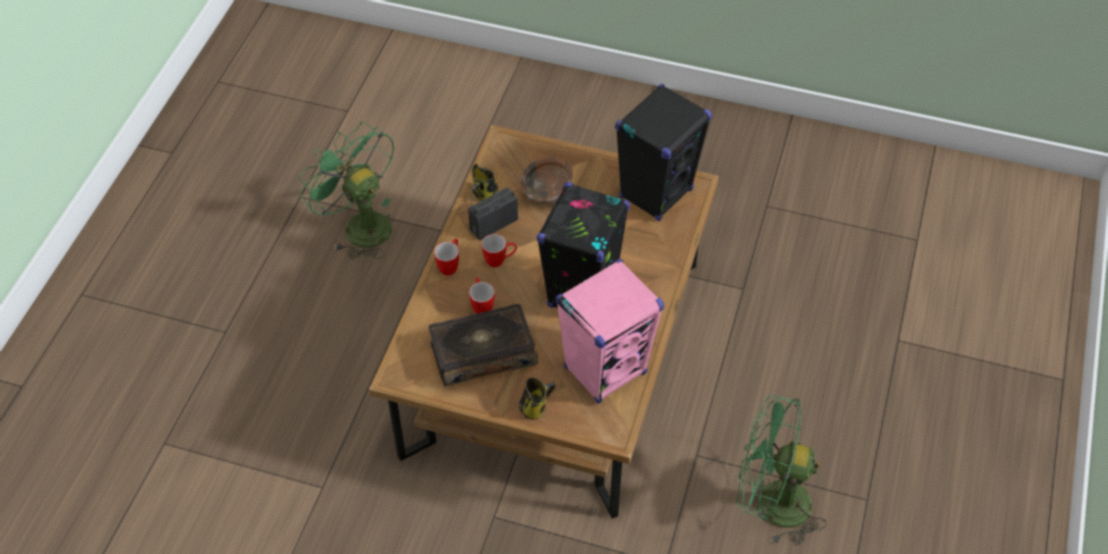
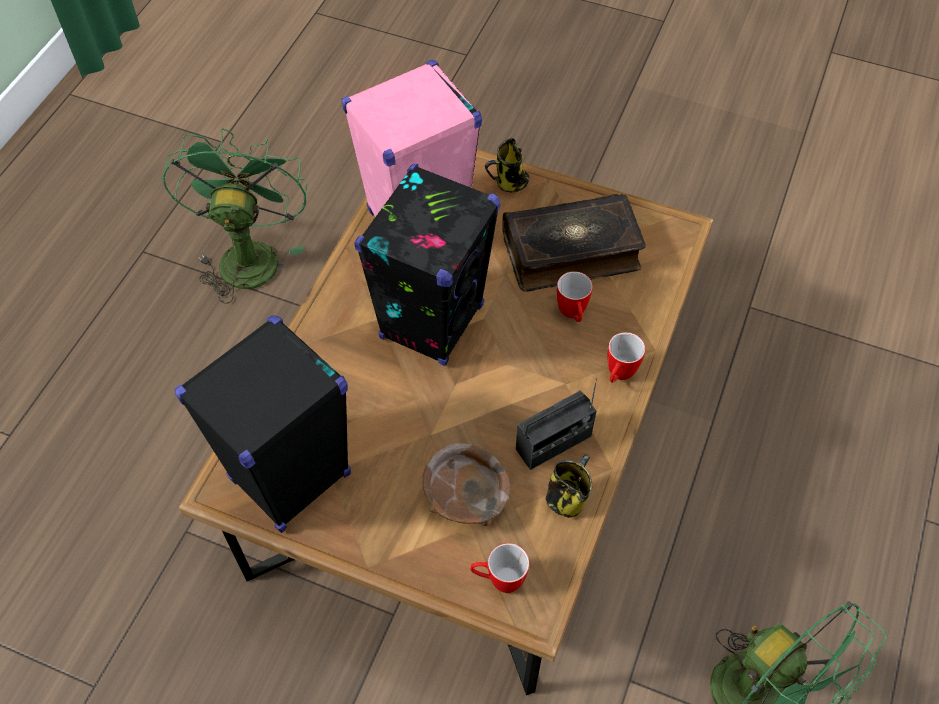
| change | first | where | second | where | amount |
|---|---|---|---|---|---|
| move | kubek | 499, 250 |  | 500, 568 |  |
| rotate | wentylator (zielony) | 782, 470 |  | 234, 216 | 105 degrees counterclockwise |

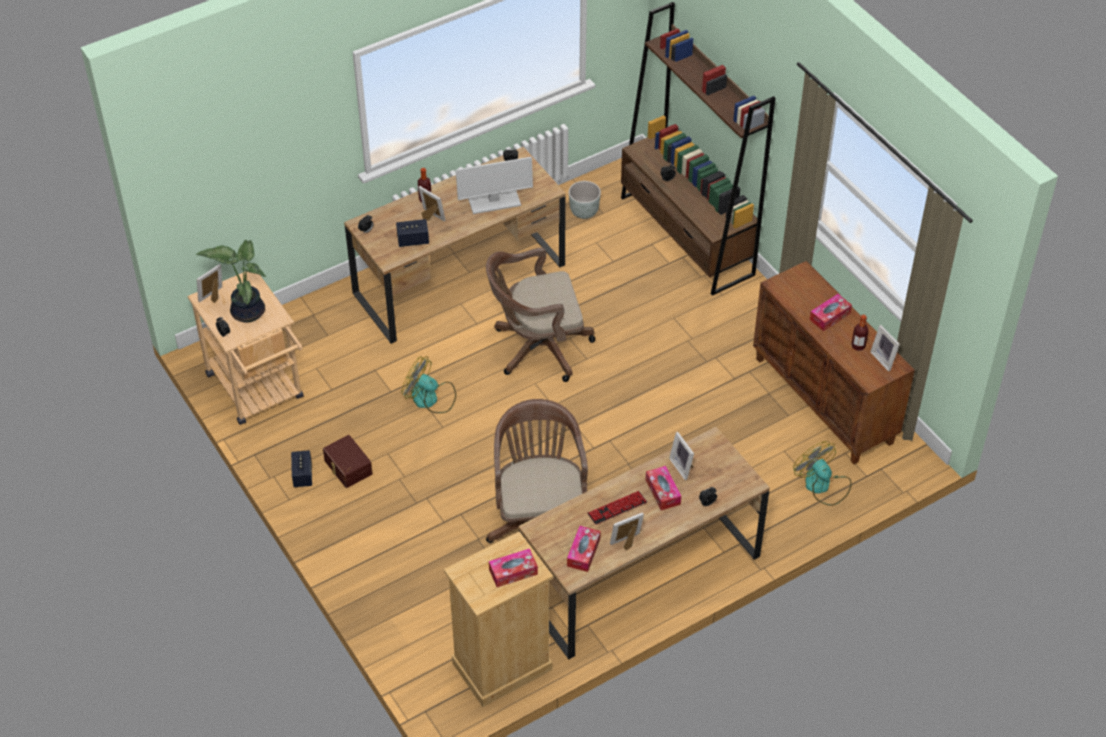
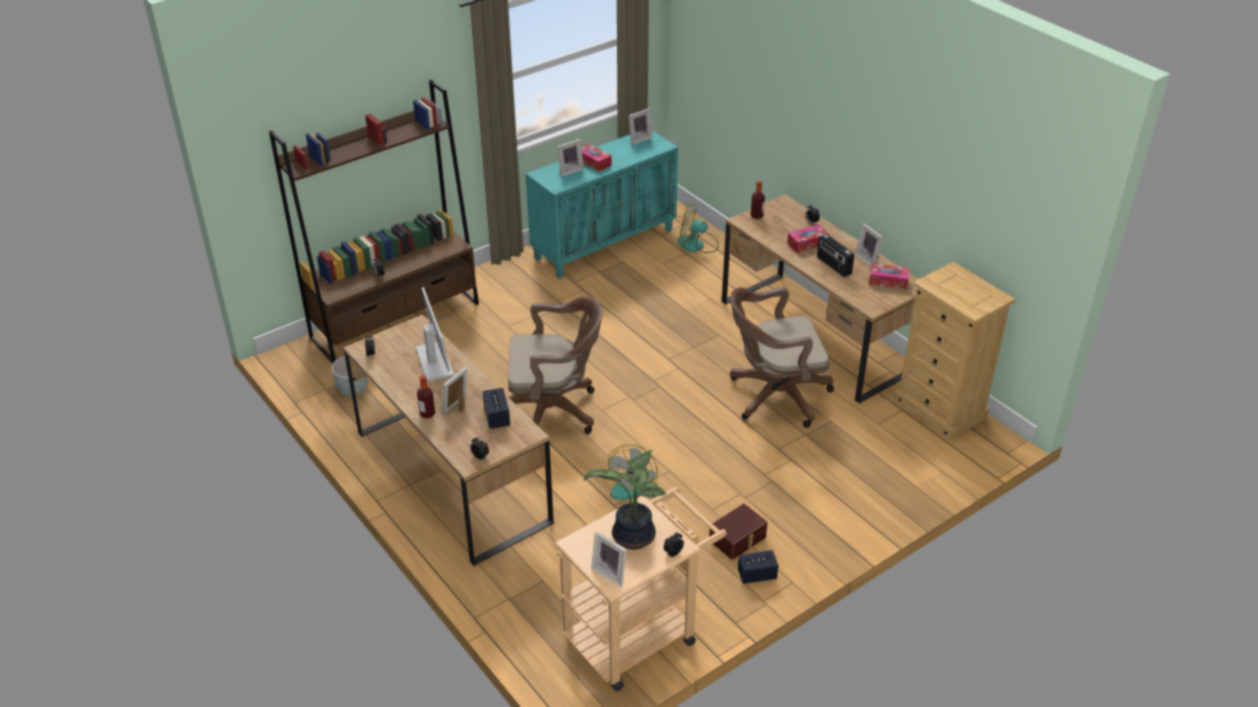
| change | first | where | second | where | amount |
|---|---|---|---|---|---|
| rotate | krzesło biurowe (brązowy) | 541, 314 |  | 555, 365 | 75 degrees counterclockwise |
| delete | pudełko chusteczek | 513, 567 |  |  |  |
| replace | klawiatura | 617, 508 | radio | 835, 255 |  |
| move | ramka na zdjęcie | 681, 456 |  | 570, 158 |  |
| recolor | szafka (brązowy) | 834, 362 | szafka (turkusowy) | 602, 205 |  |
| rotate | wentylator | 822, 473 |  | 698, 228 | 45 degrees clockwise |
| move | butelka | 860, 333 |  | 758, 200 |  |

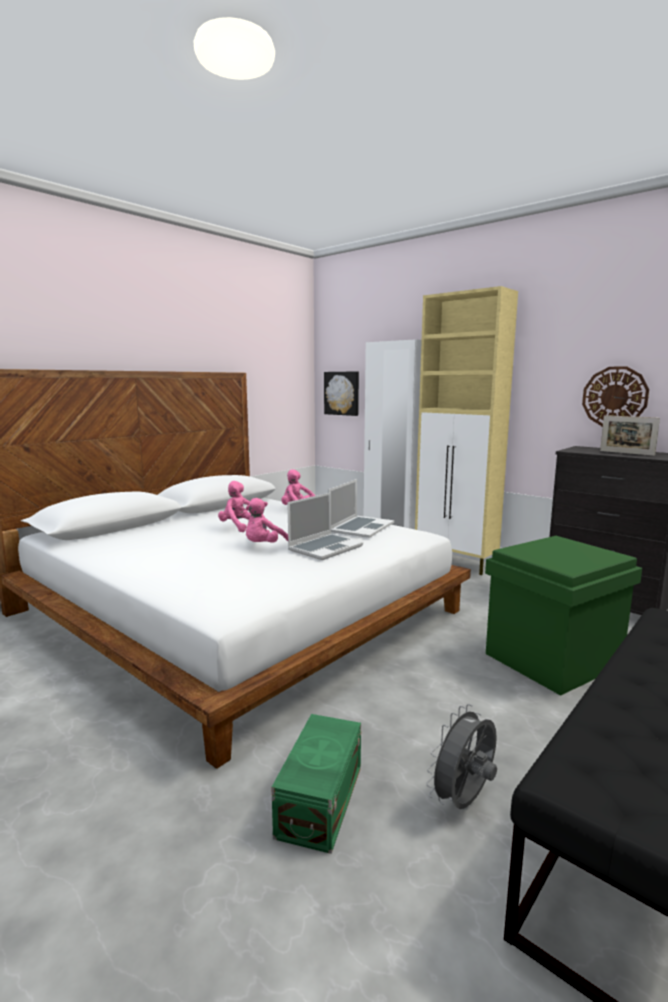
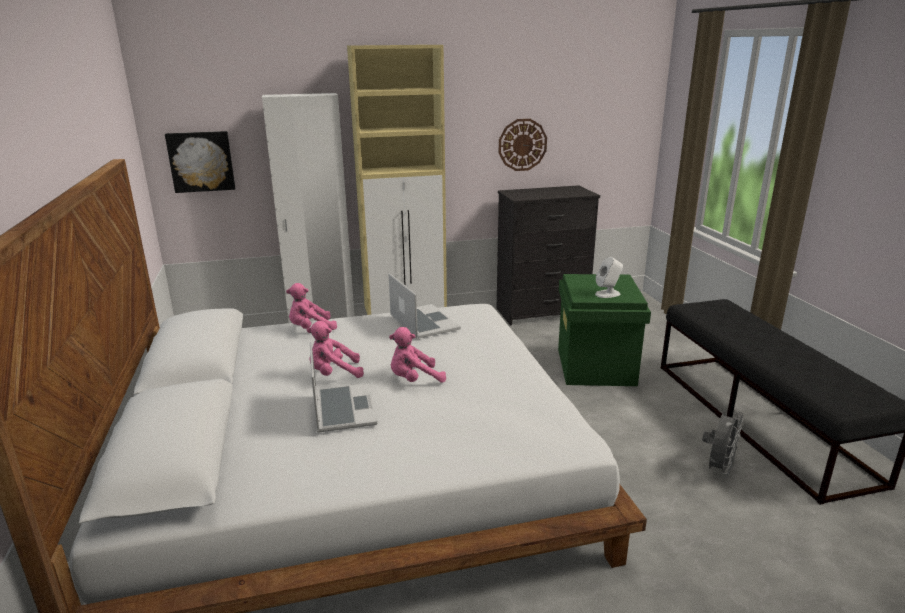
| change | first | where | second | where | amount |
|---|---|---|---|---|---|
| rotate | pluszak (różowy) | 267, 520 |  | 417, 355 | 90 degrees clockwise |
| delete | pojemnik do przechowywania (zielony) | 316, 784 |  |  |  |
| move | laptop | 325, 526 |  | 343, 387 |  |
| rotate | wentylator (szary) | 461, 756 |  | 722, 444 | 135 degrees counterclockwise |
| delete | ramka na zdjęcie | 630, 435 |  |  |  |
| insert |  |  | głośnik (biały) | 609, 277 |  |

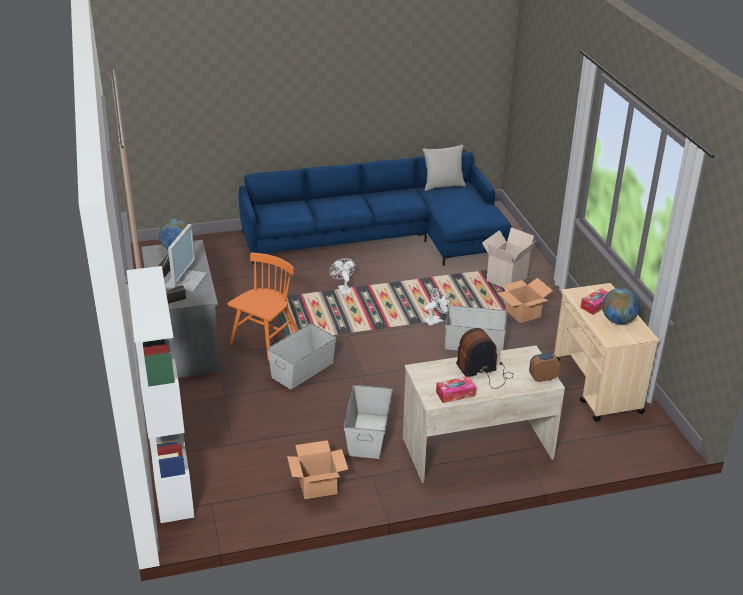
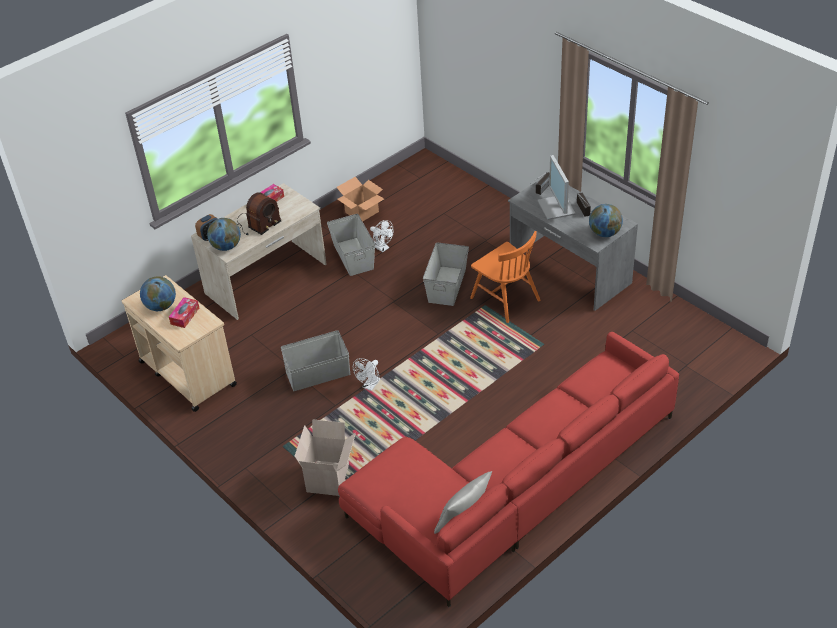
| change | first | where | second | where | amount |
|---|---|---|---|---|---|
| delete | regał (biały) | 160, 394 |  |  |  |
| rotate | krzesło (pomarańczowy) | 263, 307 |  | 505, 277 | 45 degrees counterclockwise |
| recolor | kanapa (niebieski) | 375, 209 | kanapa (czerwony) | 508, 469 |  |
| move | wentylator (biały) | 342, 276 |  | 381, 236 |  |
| delete | karton | 525, 300 |  |  |  |
| insert |  |  | globus | 224, 234 |  |

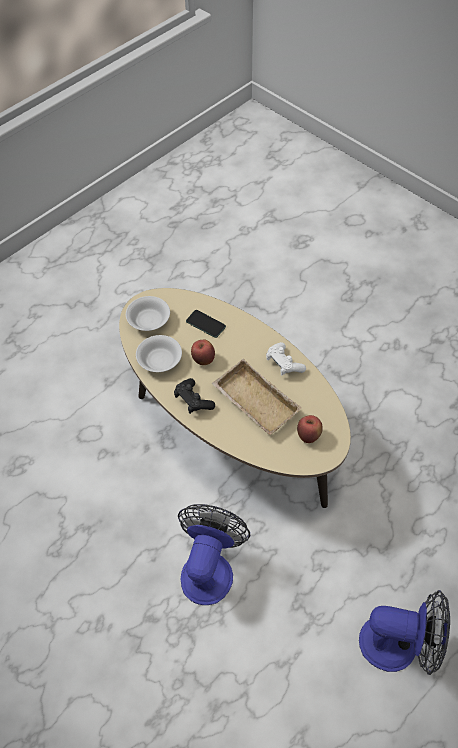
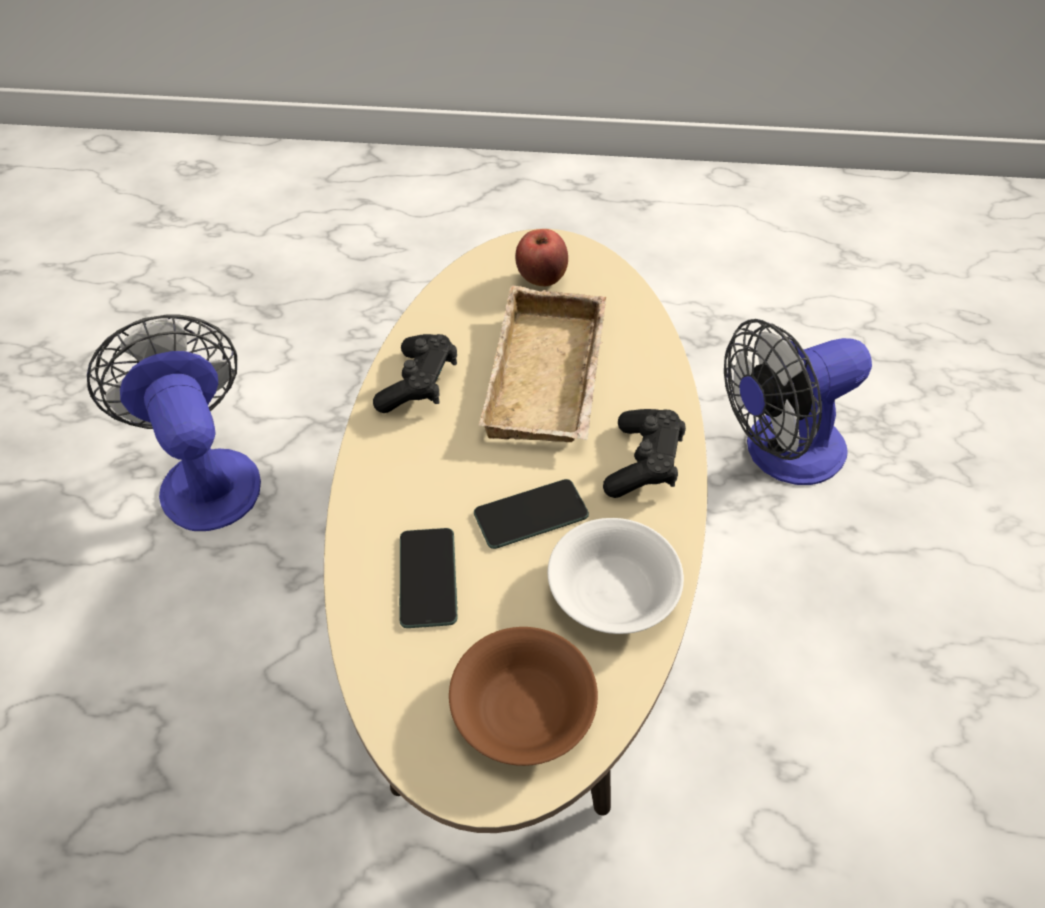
| change | first | where | second | where | amount |
|---|---|---|---|---|---|
| recolor | miska (biały) | 148, 313 | miska (brązowy) | 523, 696 |  |
| replace | jabłko | 203, 352 | telefon | 531, 514 |  |
| recolor | pad do gier (biały) | 286, 359 | pad do gier (czarny) | 415, 373 |  |
| move | wentylator | 404, 632 |  | 174, 422 |  |

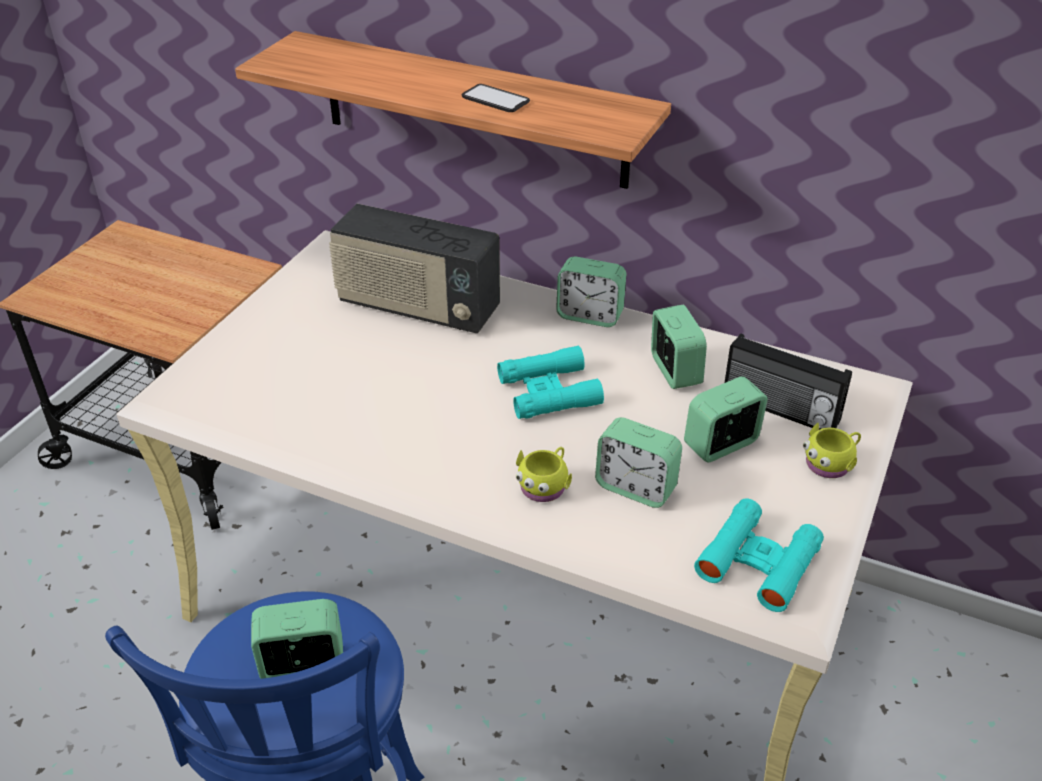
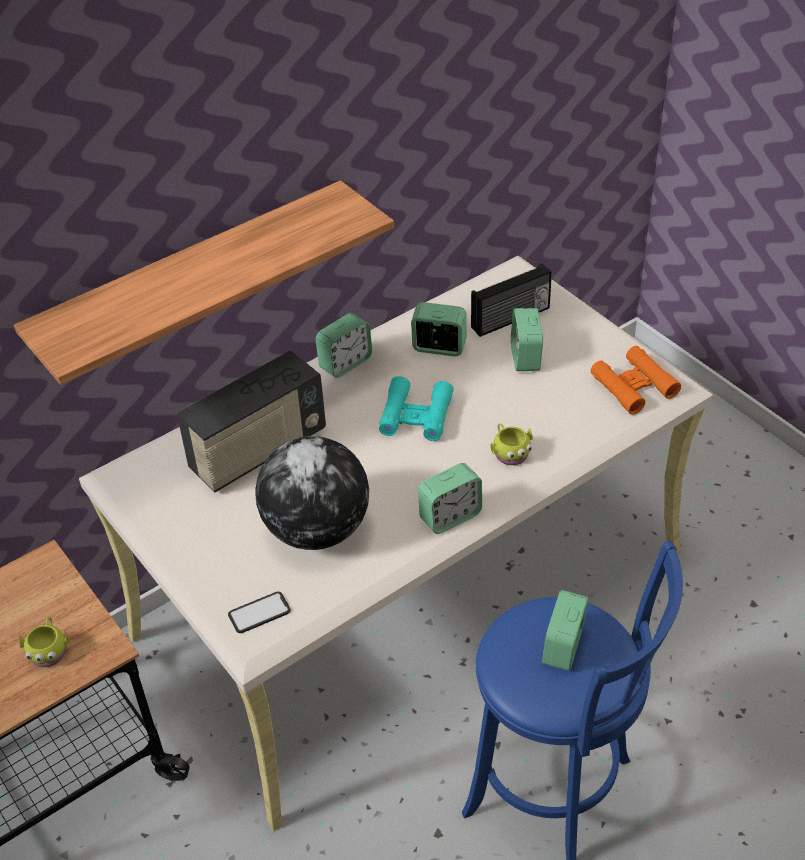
| change | first | where | second | where | amount |
|---|---|---|---|---|---|
| move | telefon | 496, 98 |  | 259, 612 |  |
| move | budzik | 638, 462 |  | 450, 498 |  |
| recolor | lornetka (turkusowy) | 759, 555 | lornetka (pomarańczowy) | 636, 380 |  |
| move | kubek (żółty) | 832, 450 |  | 44, 642 |  |
| insert |  |  | globus | 312, 493 |  |

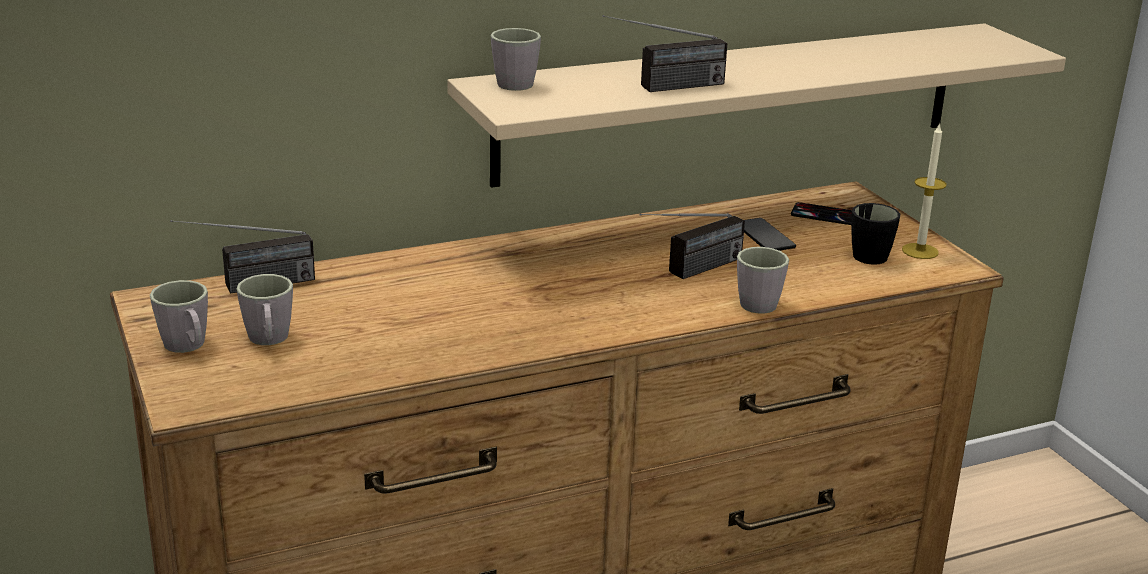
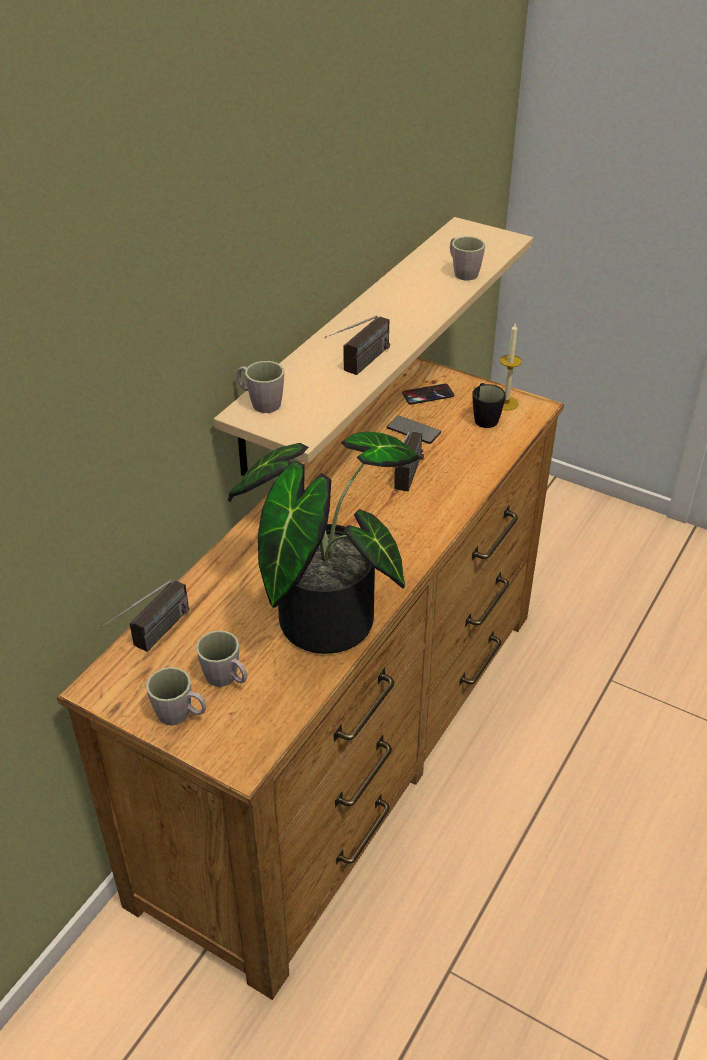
| change | first | where | second | where | amount |
|---|---|---|---|---|---|
| move | kubek (szary) | 763, 280 |  | 467, 258 |  |
| insert |  |  | roślina doniczkowa | 324, 542 |  |

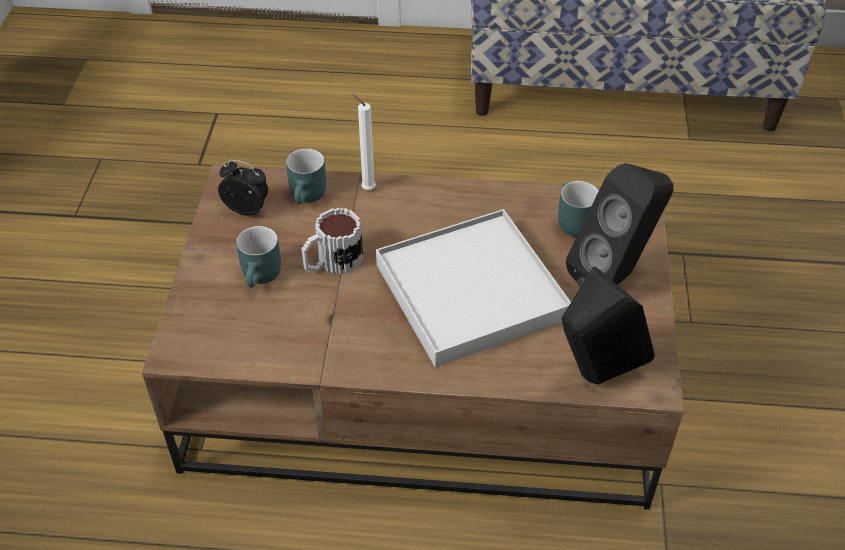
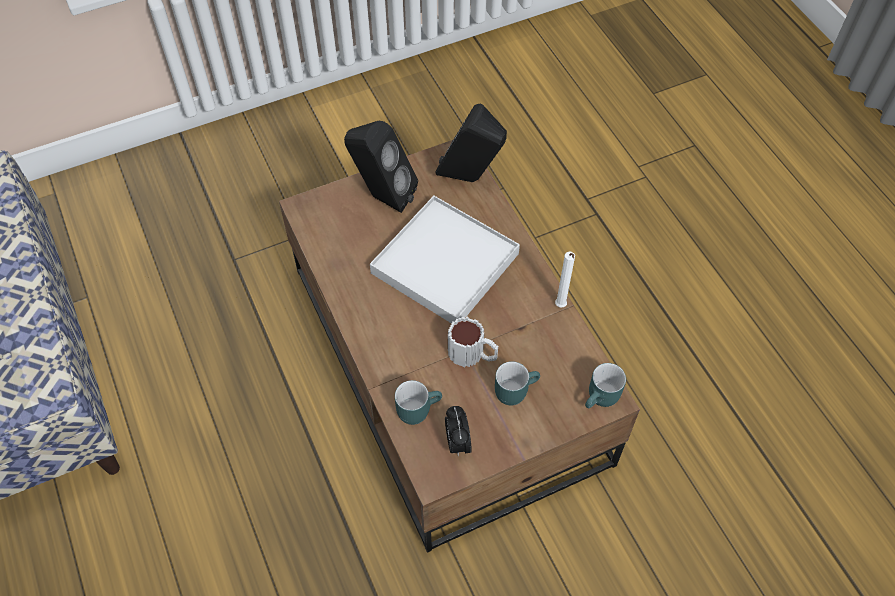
| change | first | where | second | where | amount |
|---|---|---|---|---|---|
| move | świeca (biały) | 364, 142 |  | 565, 279 |  |
| move | kubek (turkusowy) | 578, 209 |  | 605, 385 |  |

